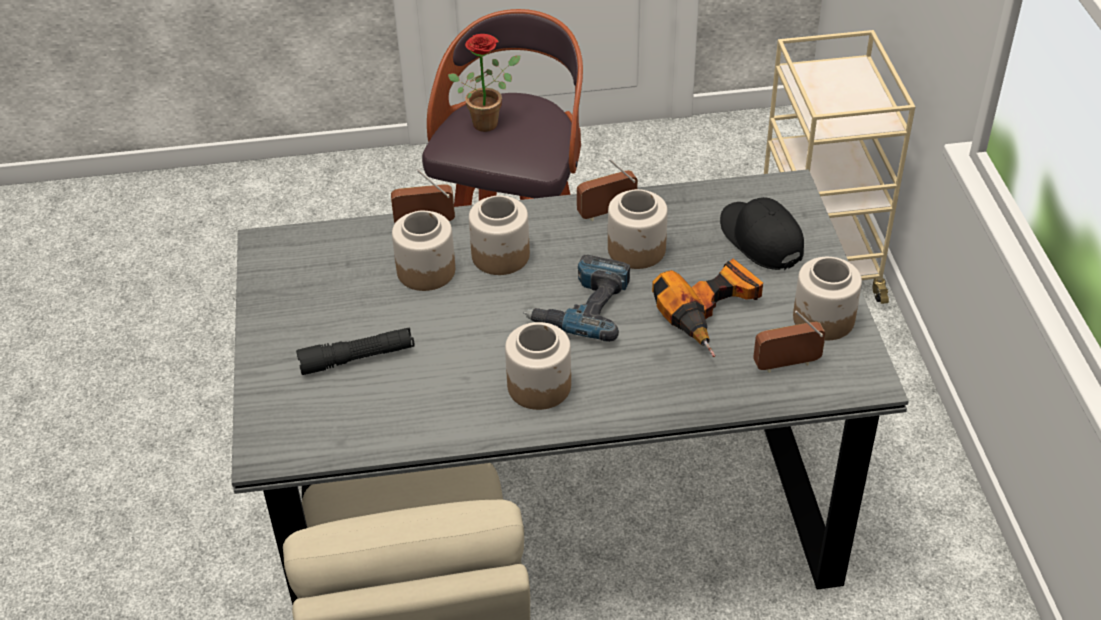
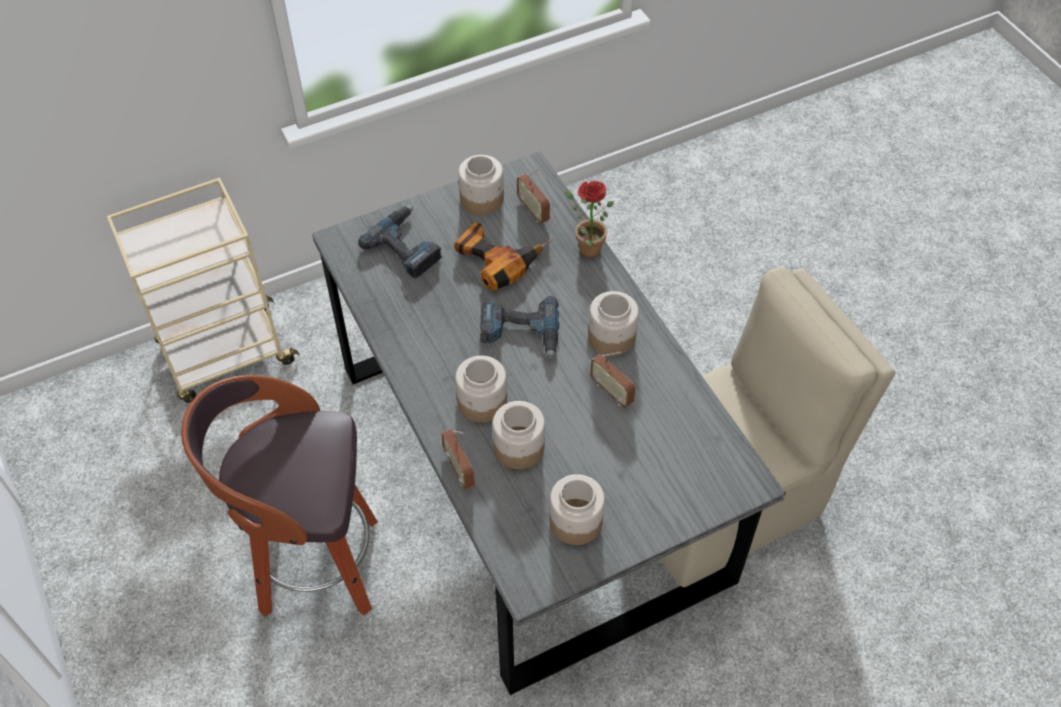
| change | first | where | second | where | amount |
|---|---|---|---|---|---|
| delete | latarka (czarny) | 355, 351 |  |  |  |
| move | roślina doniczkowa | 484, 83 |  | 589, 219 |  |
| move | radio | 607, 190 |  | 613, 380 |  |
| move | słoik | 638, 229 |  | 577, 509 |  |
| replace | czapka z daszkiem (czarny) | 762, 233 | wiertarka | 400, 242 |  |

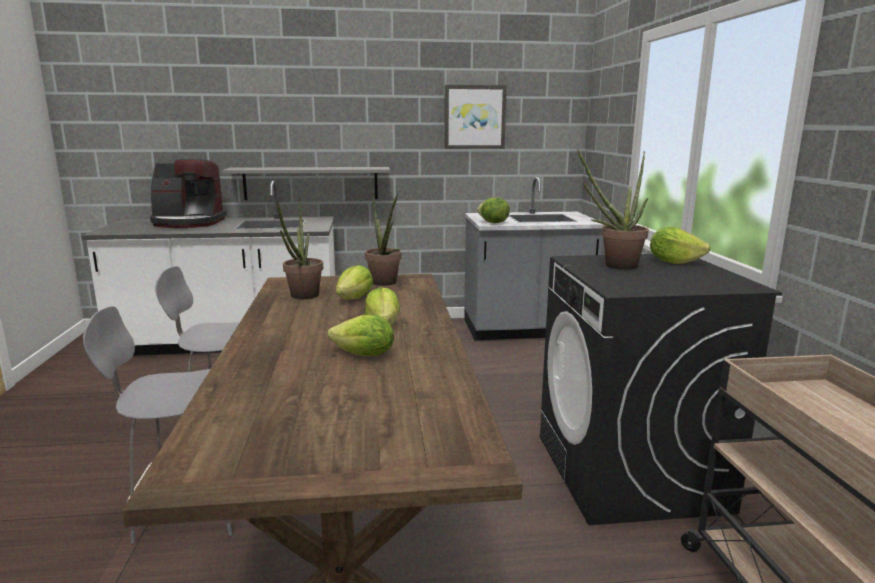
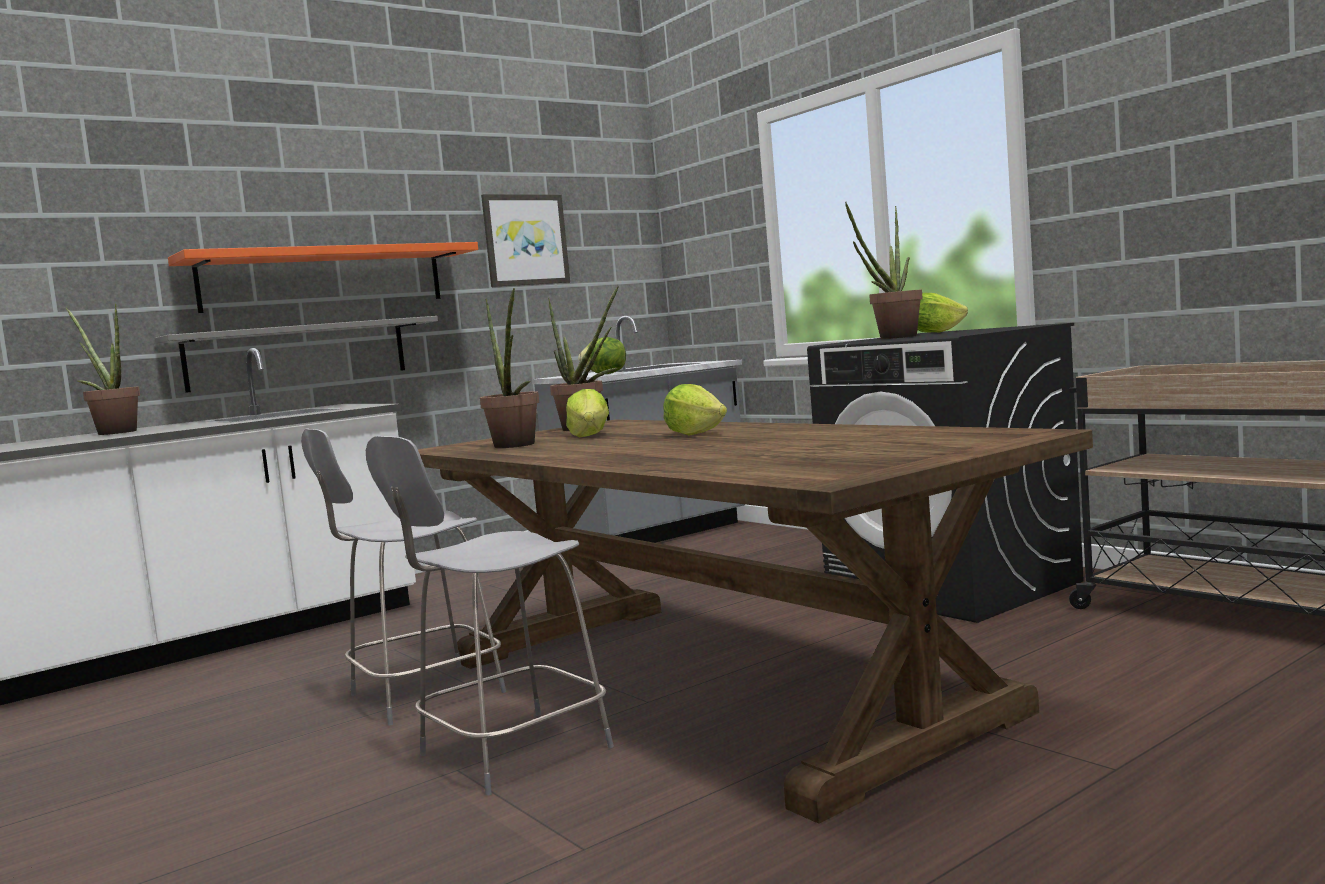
| change | first | where | second | where | amount |
|---|---|---|---|---|---|
| replace | ekspres do kawy | 188, 193 | roślina doniczkowa | 103, 369 |  |
| delete | sałata | 361, 335 |  |  |  |
| insert |  |  | półka (pomarańczowy) | 323, 277 |  |

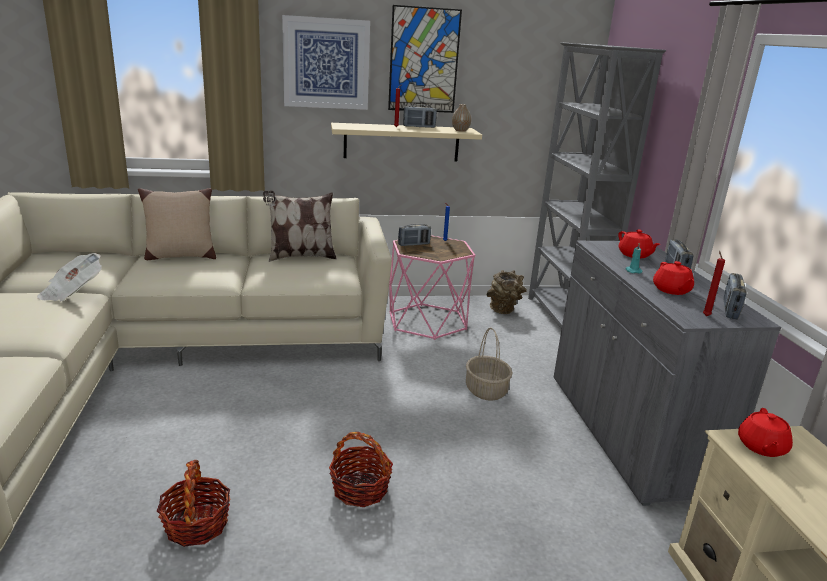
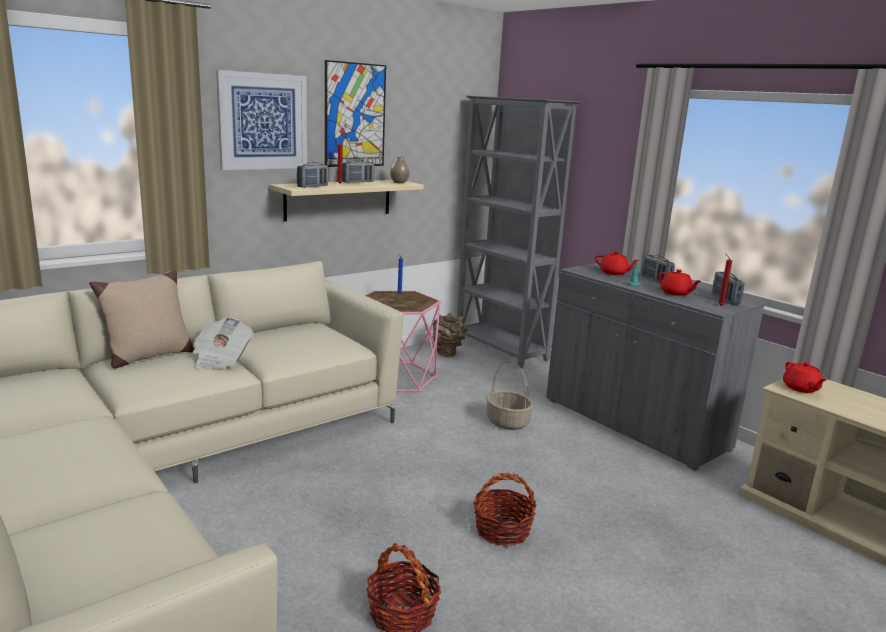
| change | first | where | second | where | amount |
|---|---|---|---|---|---|
| move | gazeta | 69, 277 |  | 223, 343 |  |
| delete | poduszka | 300, 226 |  |  |  |
| move | radio | 414, 235 |  | 312, 175 |  |

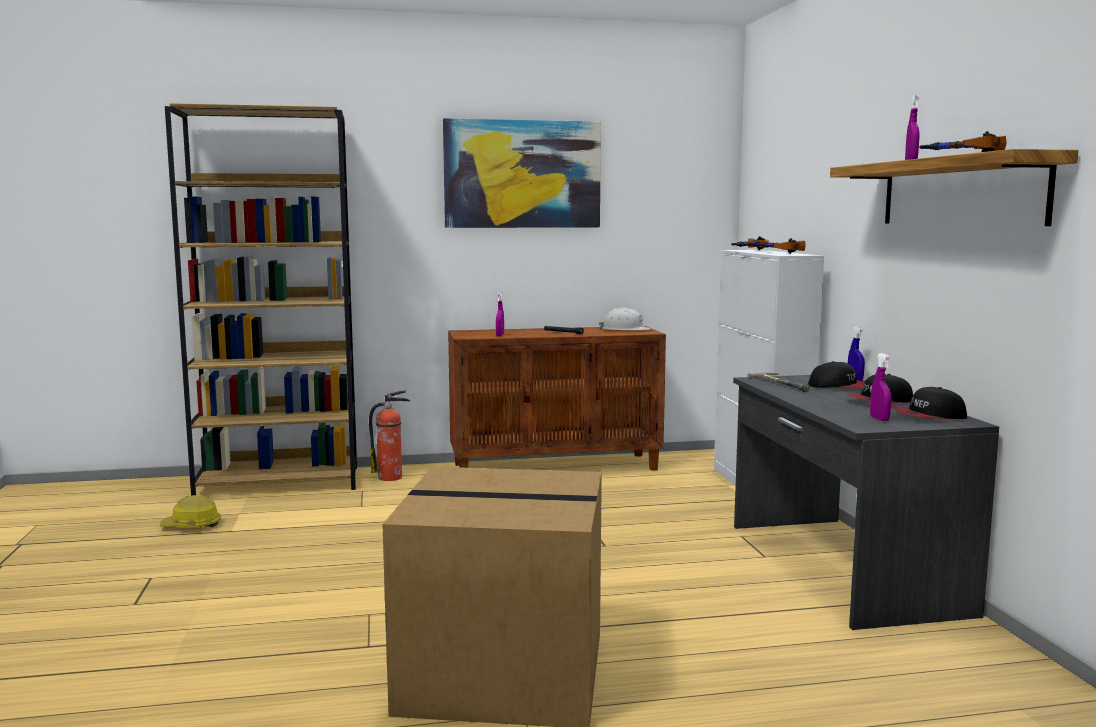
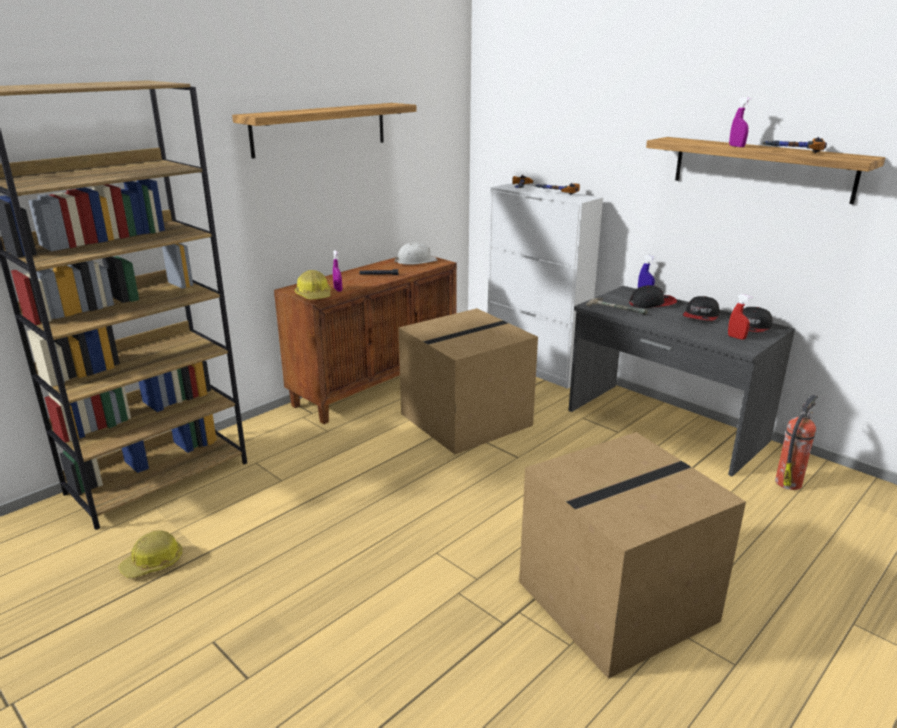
| change | first | where | second | where | amount |
|---|---|---|---|---|---|
| move | gaśnica | 389, 435 |  | 796, 442 |  |
| replace | obraz | 522, 173 | półka | 324, 131 |  |
| recolor | spryskiwacz (fioletowy) | 881, 387 | spryskiwacz (czerwony) | 740, 317 |  |
| insert |  |  | kask | 312, 284 |  |
| insert |  |  | karton | 468, 381 |  |

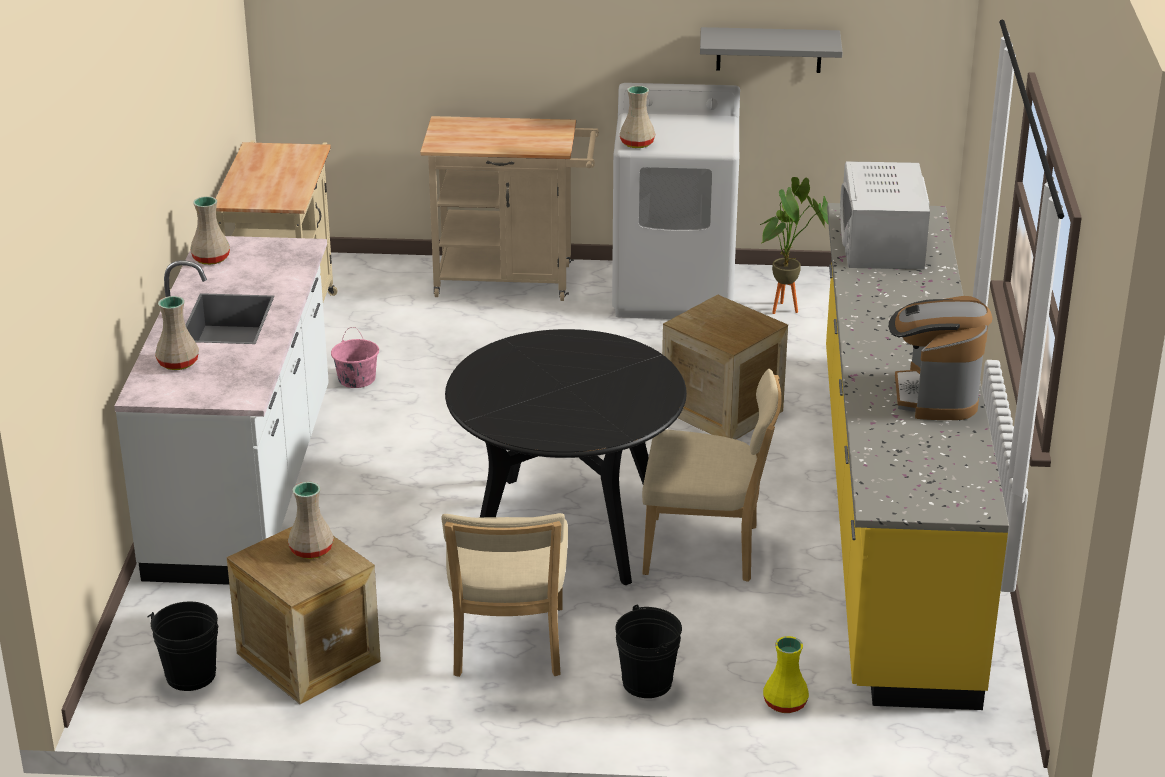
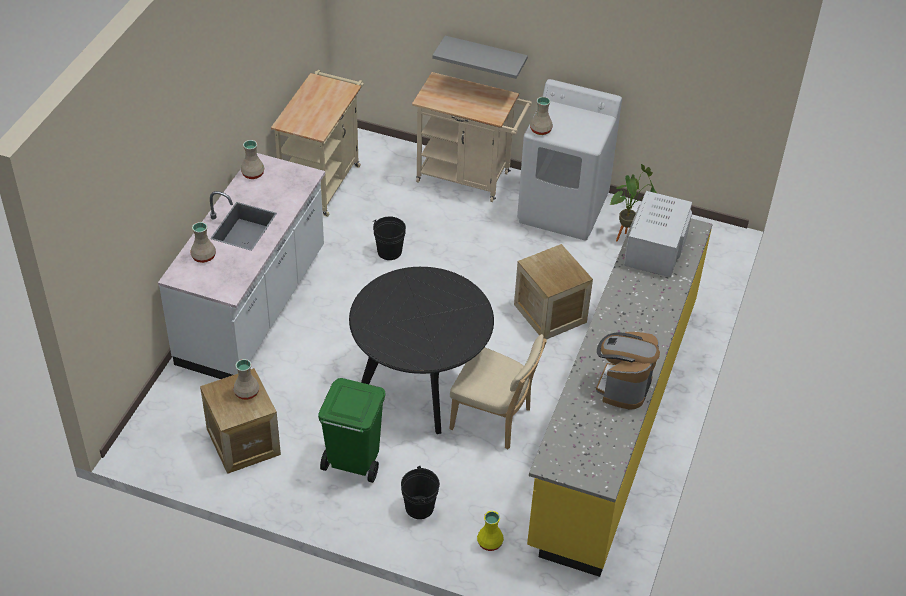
| change | first | where | second | where | amount |
|---|---|---|---|---|---|
| move | wiadro (czarny) | 182, 646 |  | 389, 238 |  |
| delete | wiadro (różowy) | 355, 357 |  |  |  |
| replace | krzesło (beżowy) | 504, 595 | kosz na śmieci (zielony) | 351, 430 |  |
| move | półka (szary) | 771, 50 |  | 480, 57 |  |

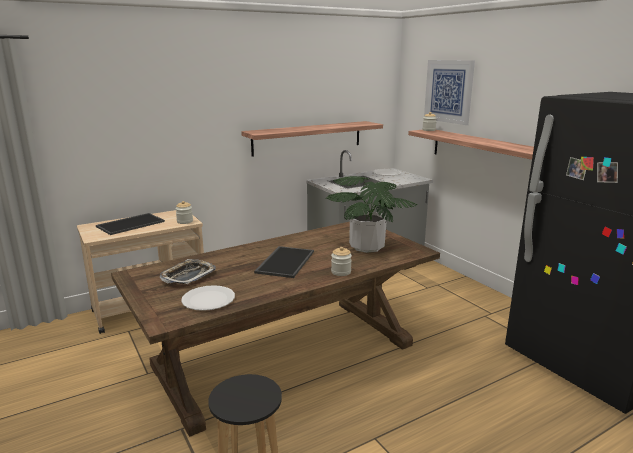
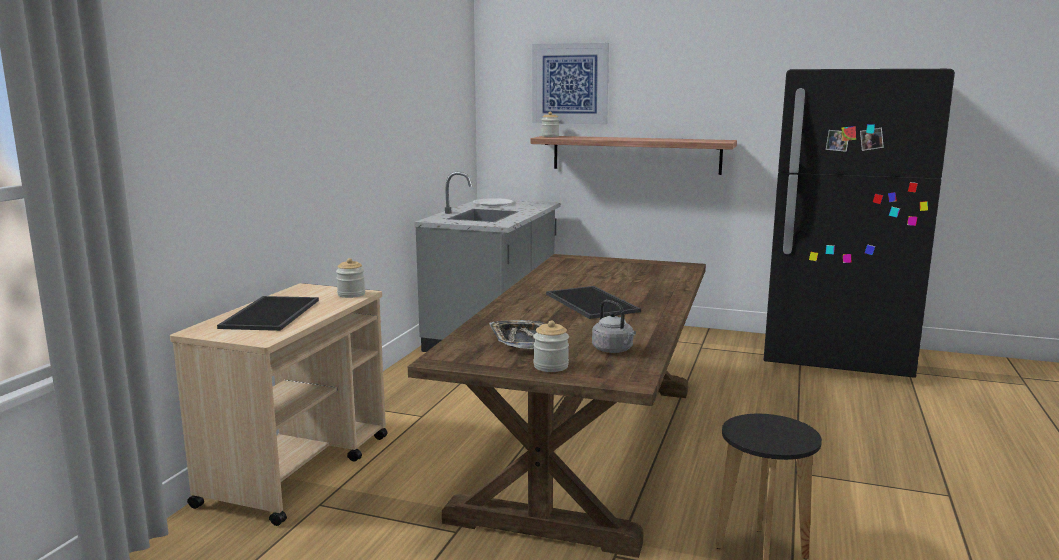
| change | first | where | second | where | amount |
|---|---|---|---|---|---|
| replace | talerz (biały) | 208, 298 | czajnik (szary) | 614, 326 |  |
| delete | półka | 312, 139 |  |  |  |
| delete | roślina doniczkowa | 371, 214 |  |  |  |
| move | słoik | 341, 261 |  | 551, 346 |  |

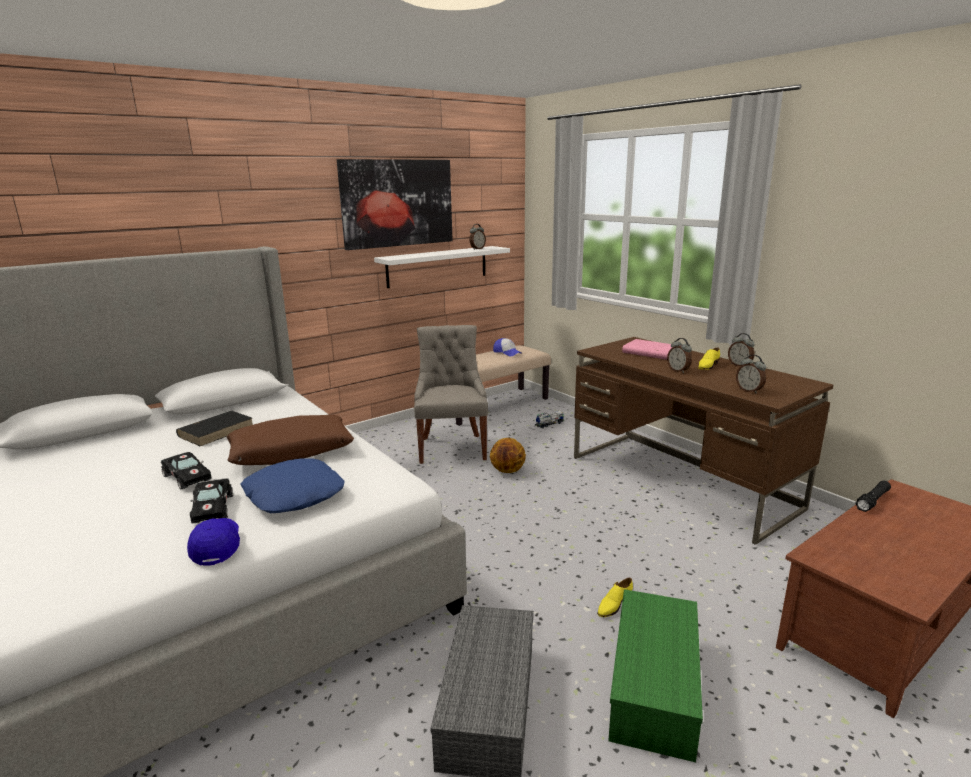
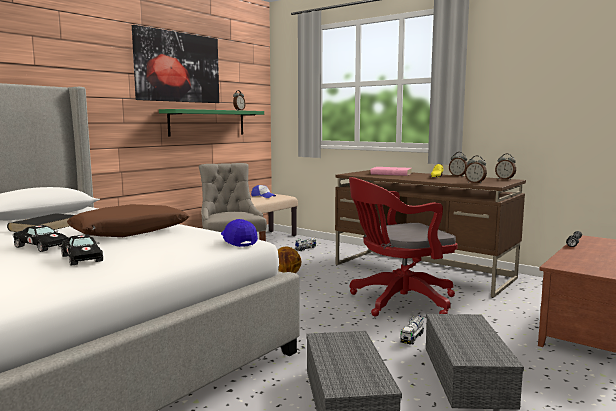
| change | first | where | second | where | amount |
|---|---|---|---|---|---|
| move | czapka z daszkiem (niebieski) | 213, 542 |  | 239, 233 |  |
| delete | poduszka (niebieski) | 292, 485 |  |  |  |
| recolor | półka (biały) | 442, 267 | półka (zielony) | 211, 122 |  |
| replace | but (żółty) | 615, 597 | ciężarówka zabawkowa | 412, 330 |  |
| recolor | pojemnik do przechowywania (zielony) | 655, 675 | pojemnik do przechowywania (szary) | 475, 362 |  |
| move | budzik | 679, 355 |  | 505, 167 |  |
| insert |  |  | krzesło biurowe (czerwony) | 403, 247 |  |

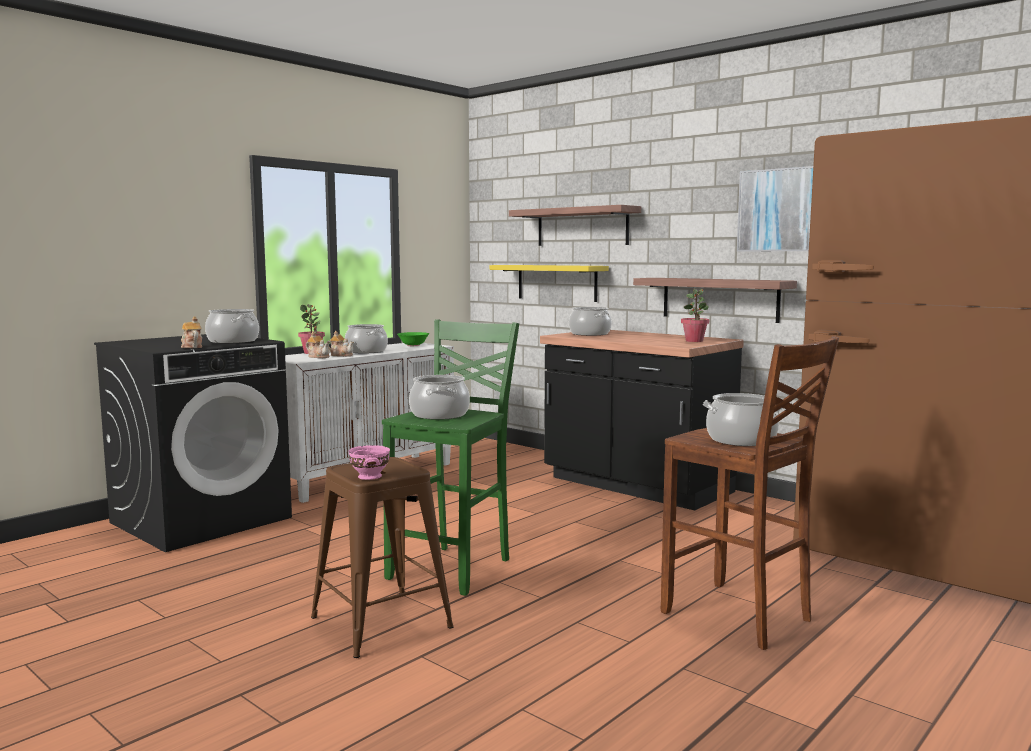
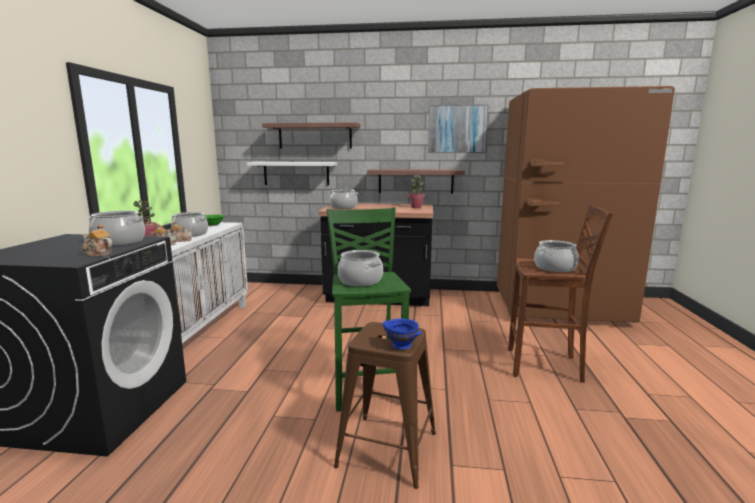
| change | first | where | second | where | amount |
|---|---|---|---|---|---|
| recolor | miska (różowy) | 369, 462 | miska (niebieski) | 402, 334 |  |
| recolor | półka (żółty) | 549, 283 | półka (biały) | 292, 174 |  |

